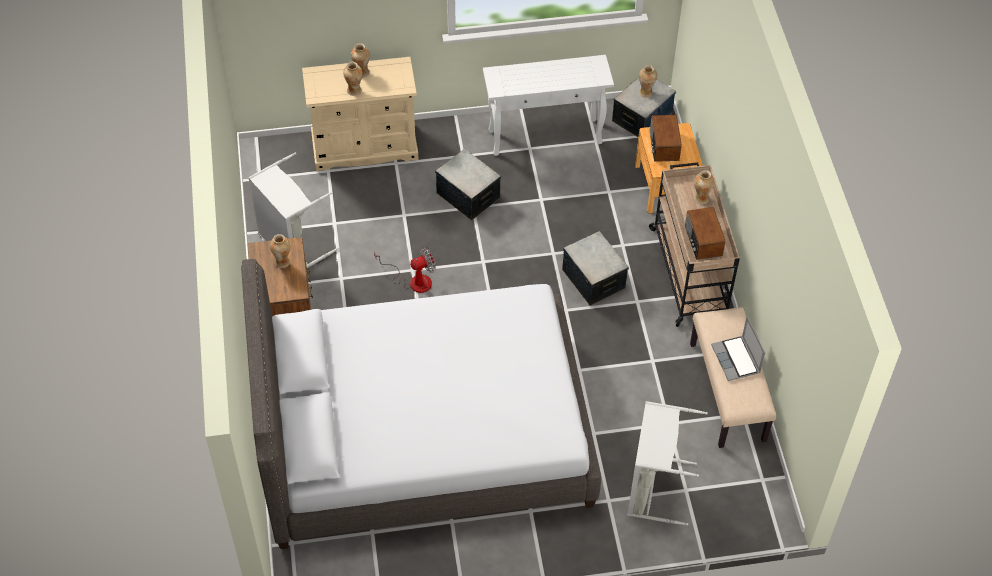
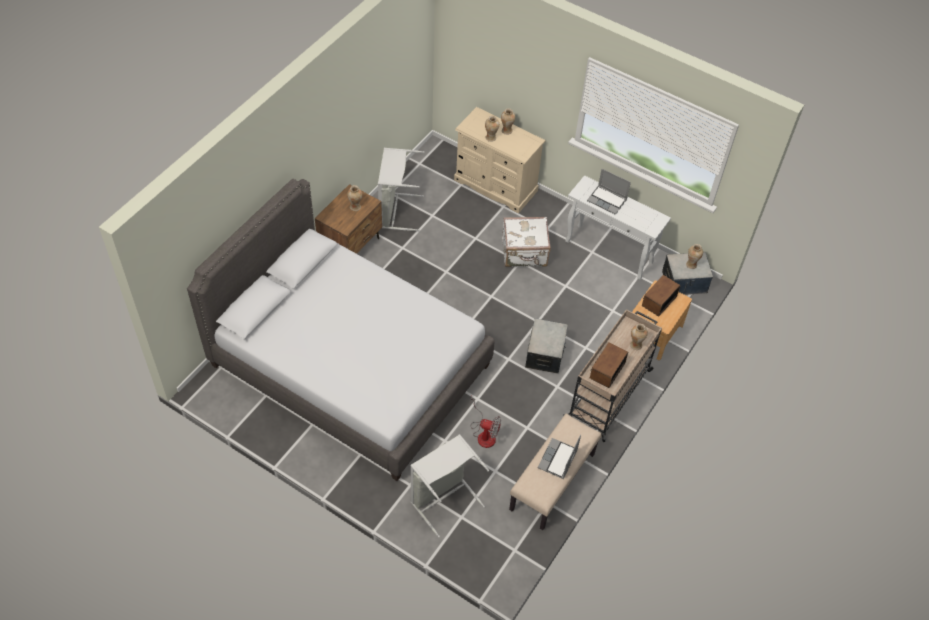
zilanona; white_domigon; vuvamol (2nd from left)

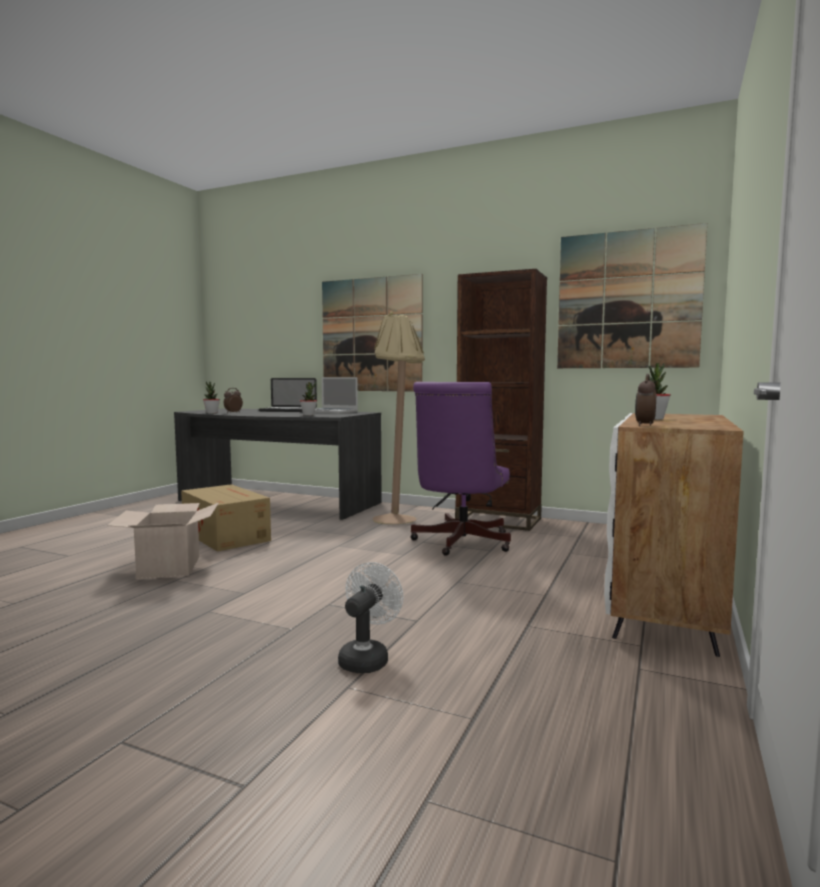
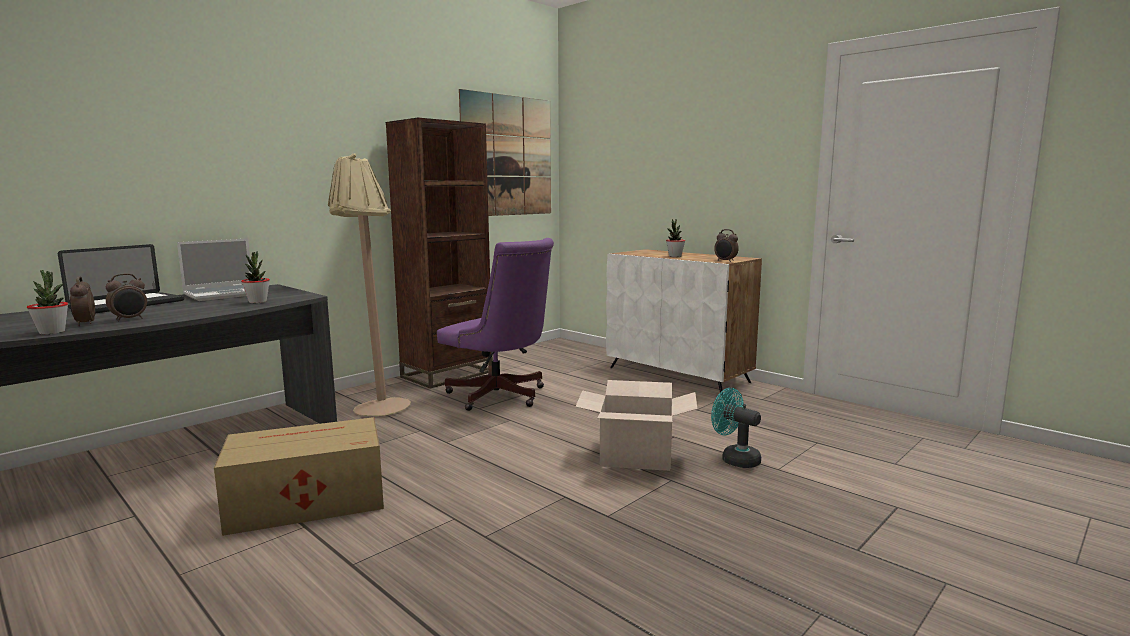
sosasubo (2nd from left); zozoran (2nd from left); turquoise_zilanona; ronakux (1st from left in the first image)

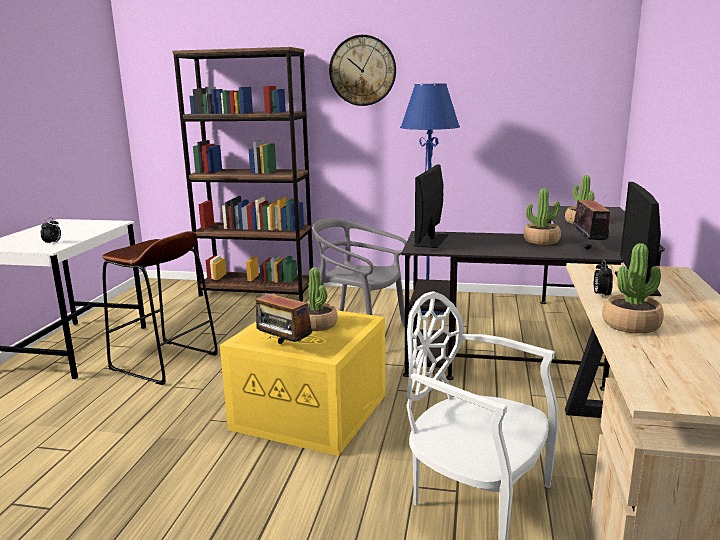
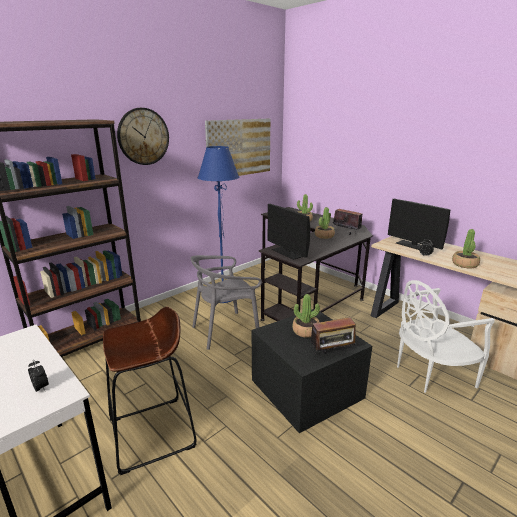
ronakux; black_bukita

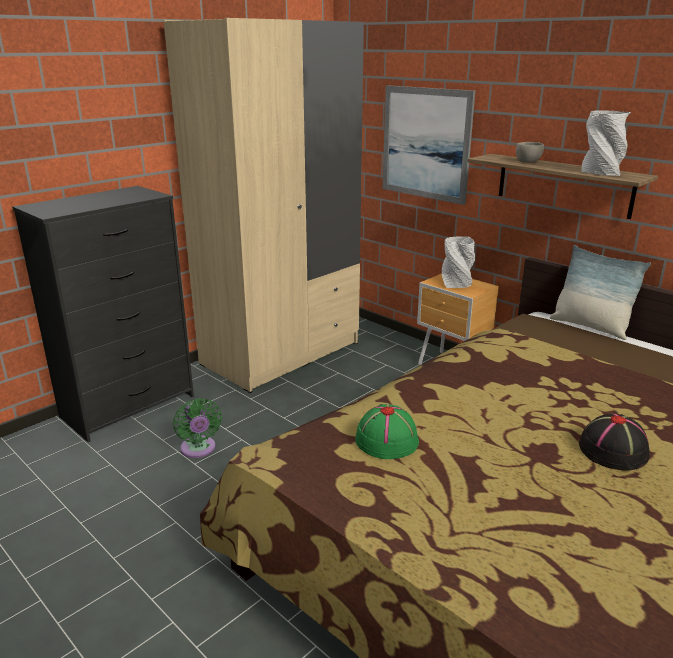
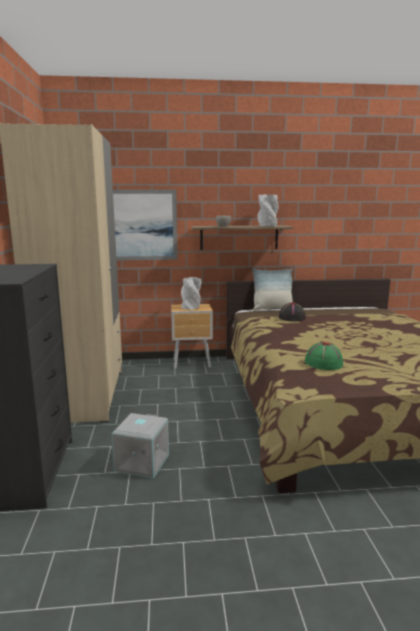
grey_bukita; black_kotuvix

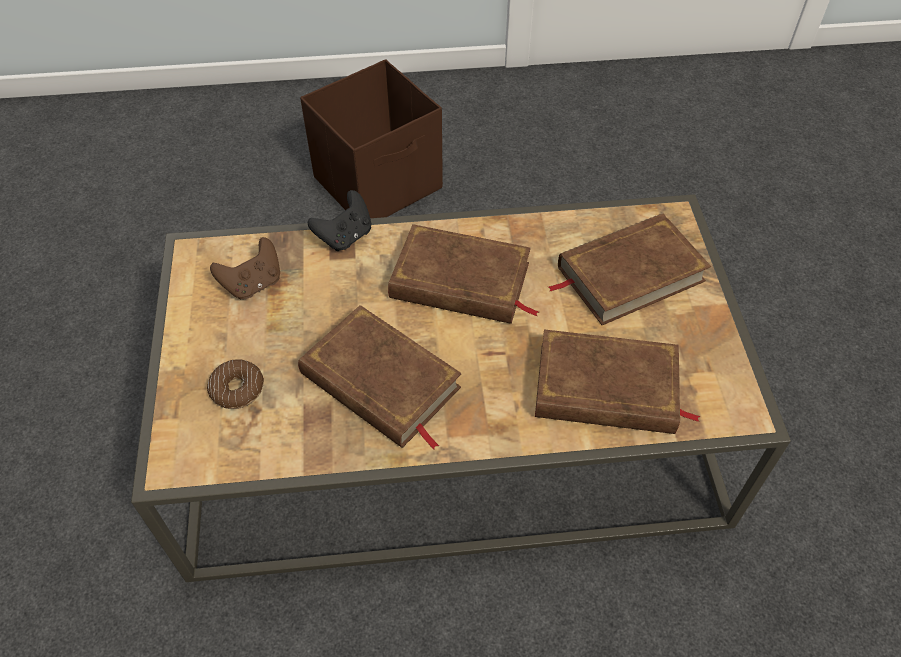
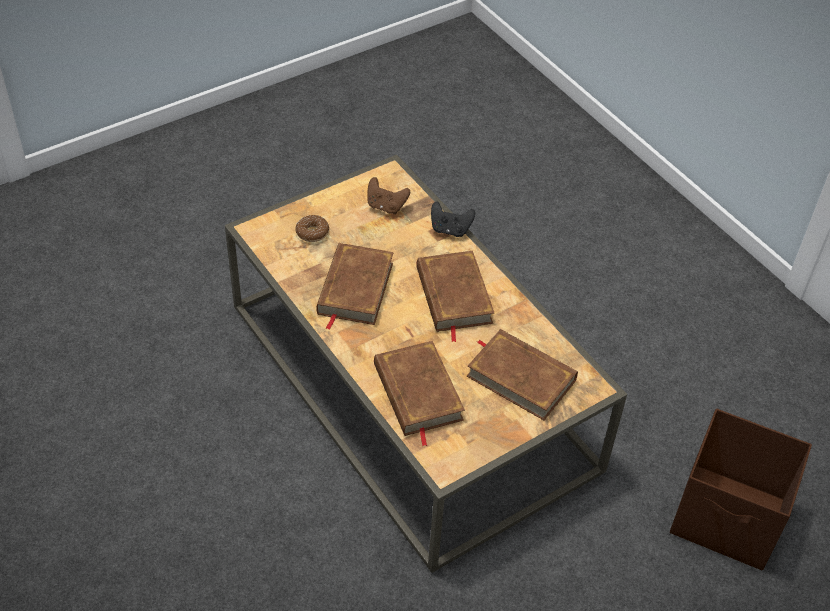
brown_bukita

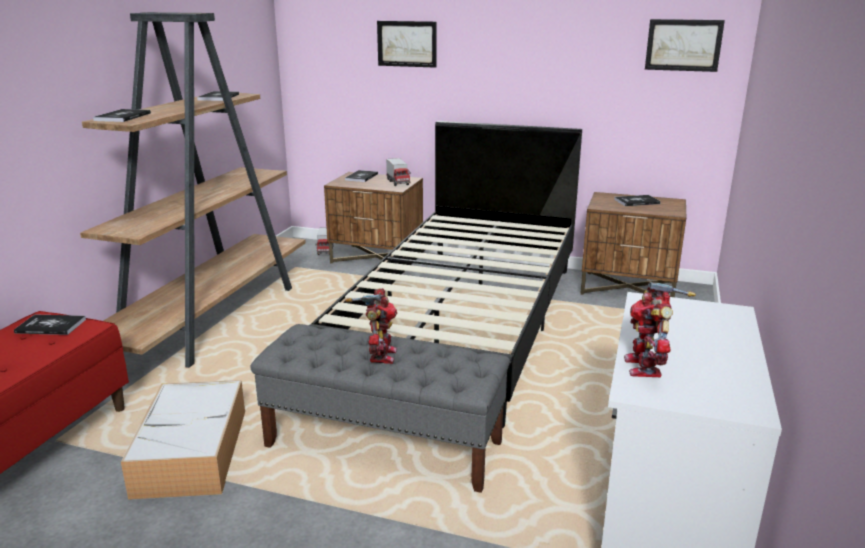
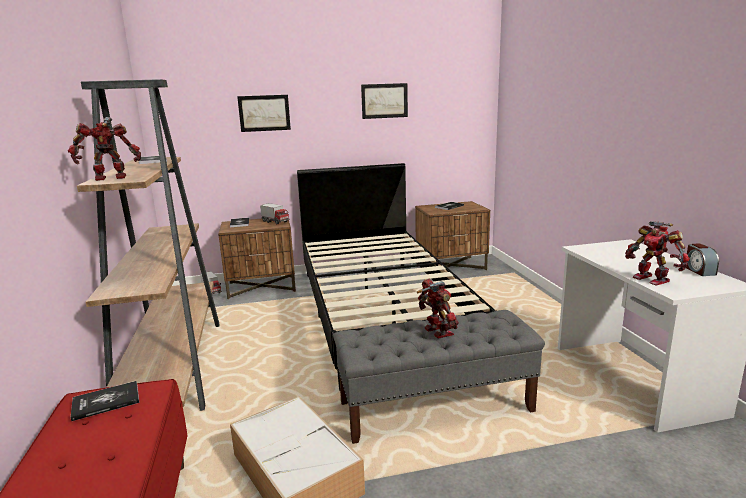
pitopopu (1st from left); ronakux (2nd from left); sosasubo

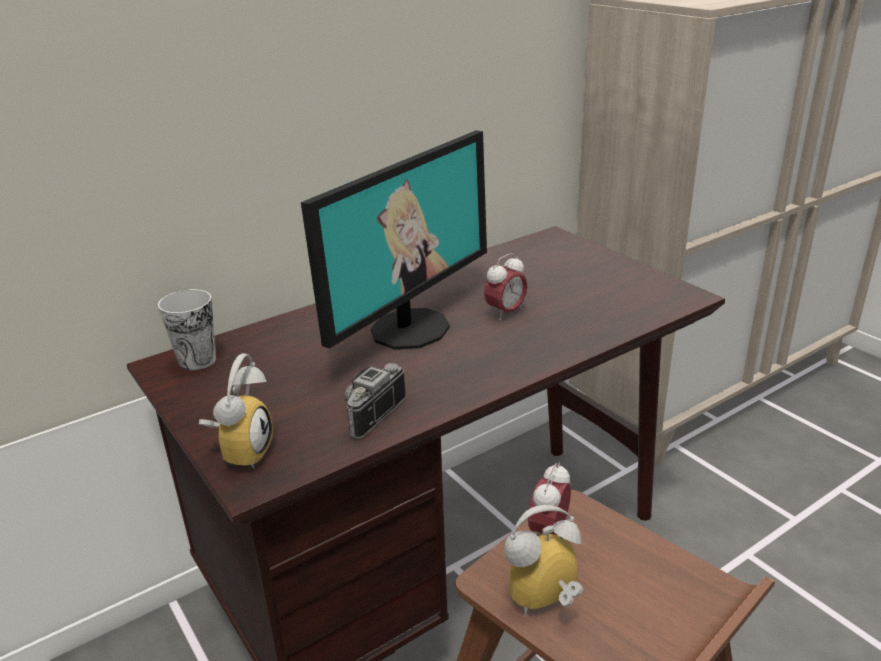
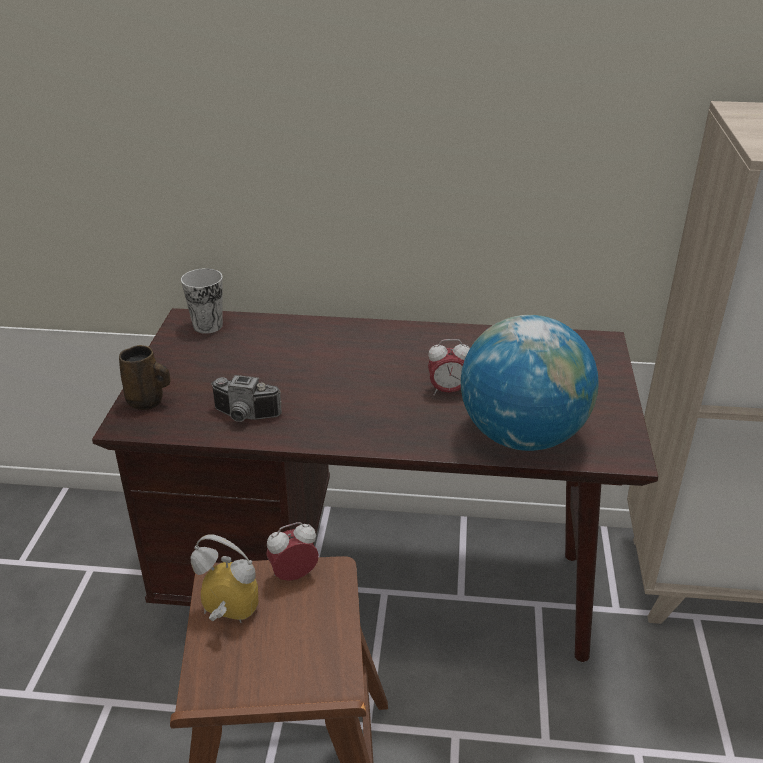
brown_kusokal; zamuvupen; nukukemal; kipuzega

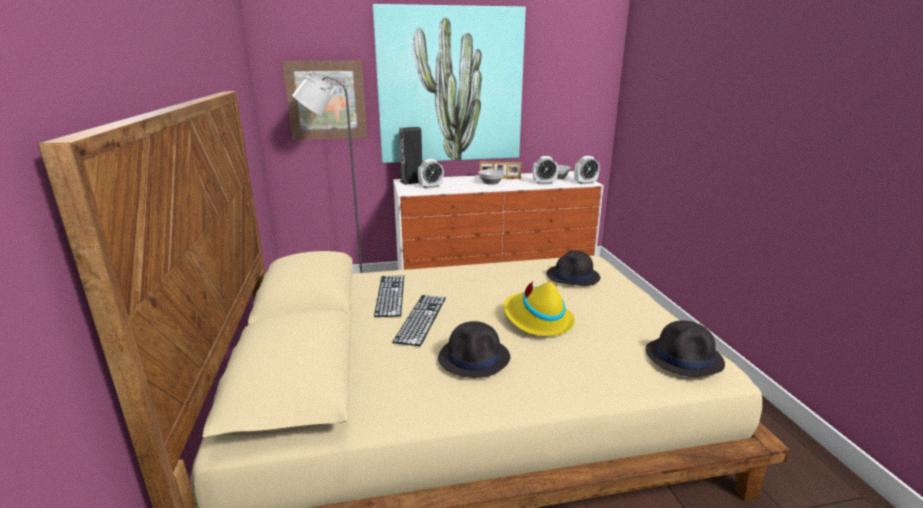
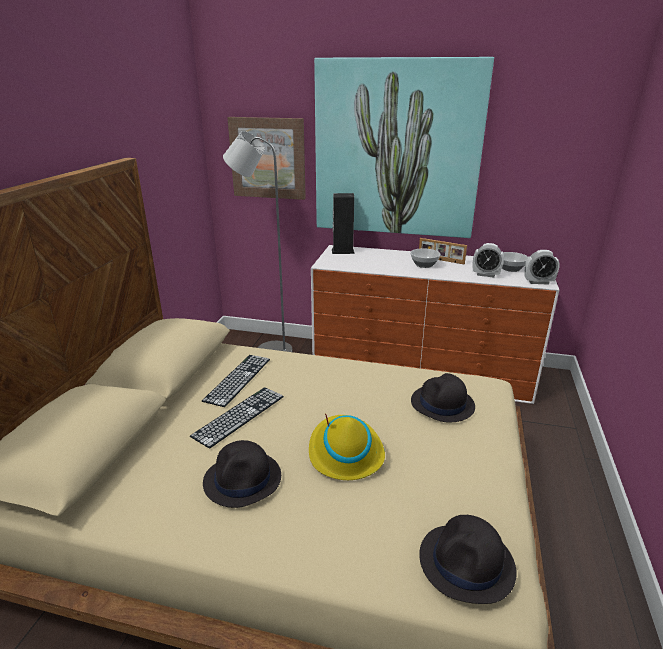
sosasubo (1st from left in the first image)

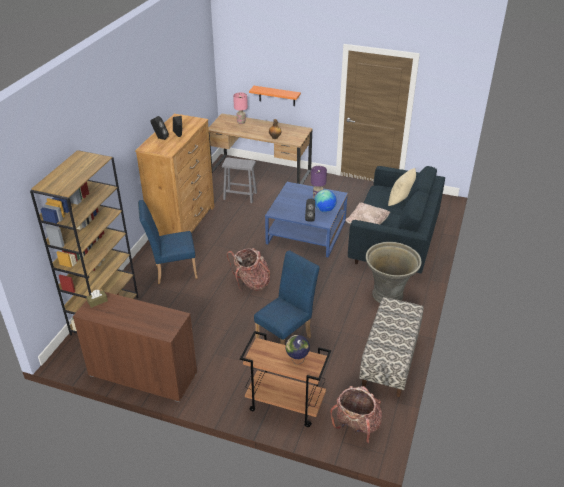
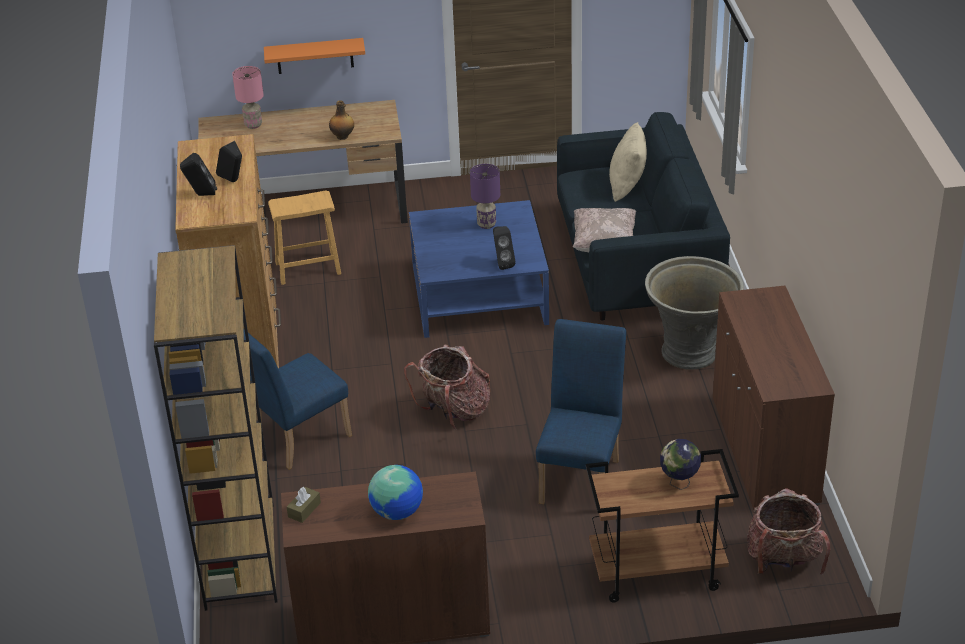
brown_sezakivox; nukukemal (1st from left); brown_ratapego (2nd from left)

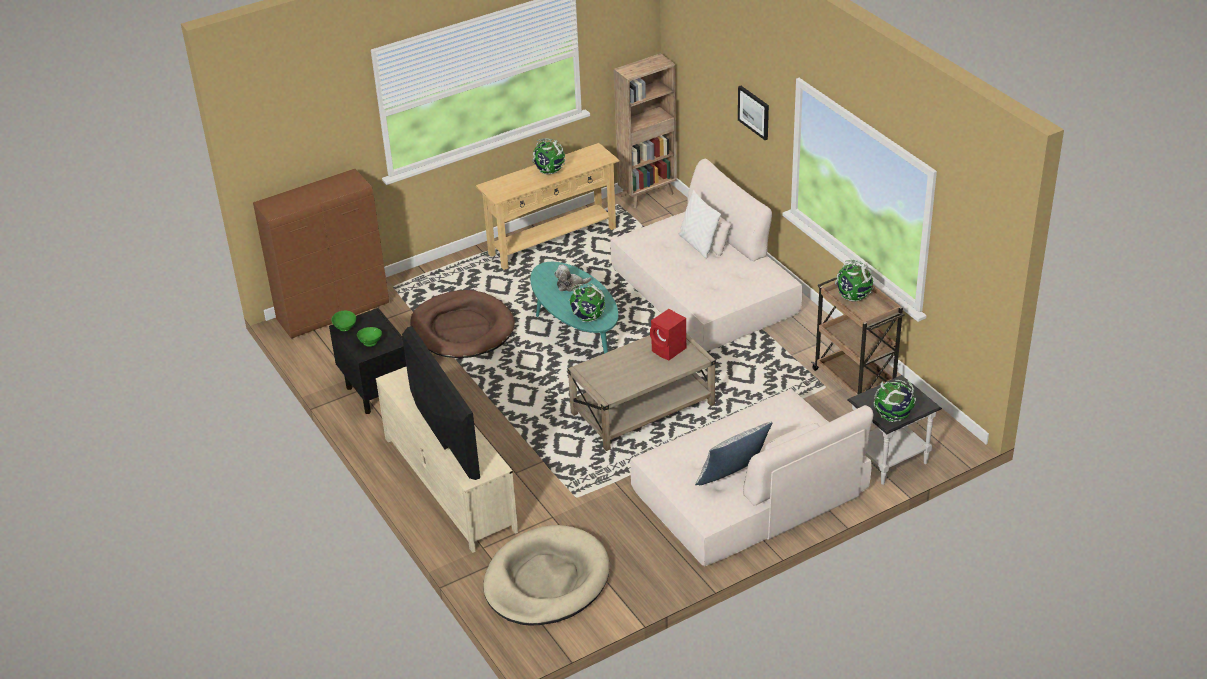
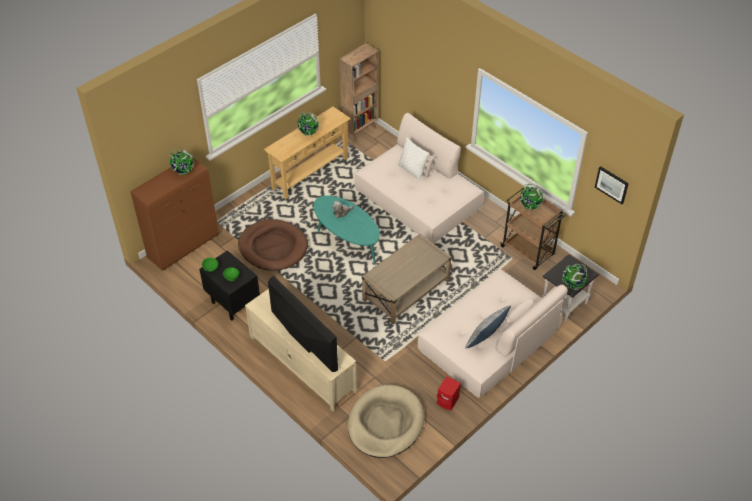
nukukemal (1st from left); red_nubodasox; ronakux

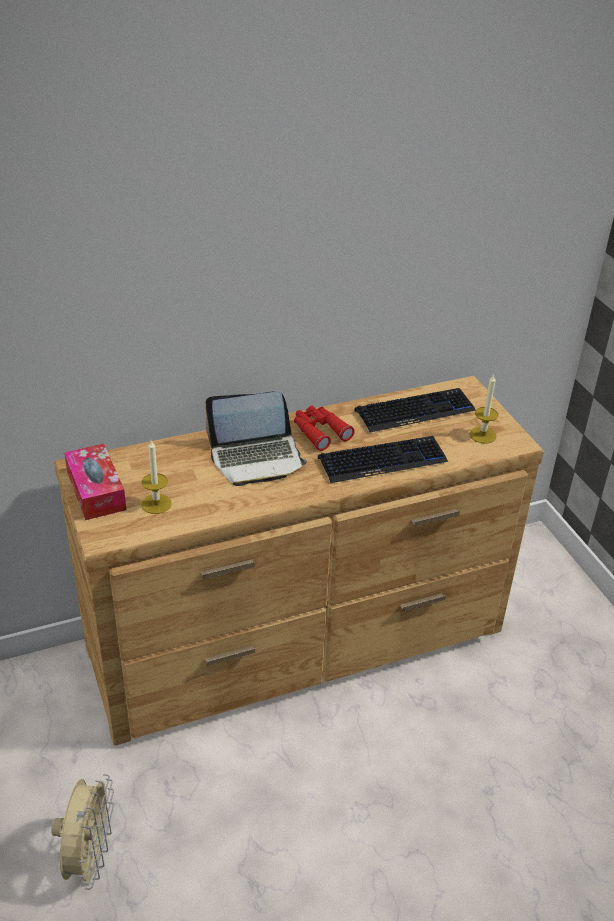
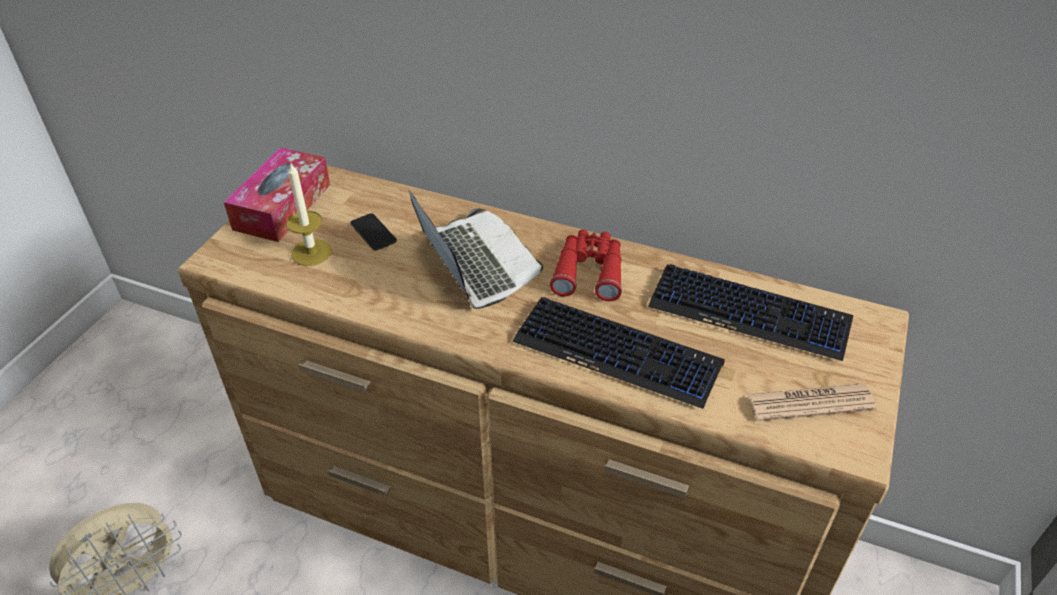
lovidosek; vuvamol; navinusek

